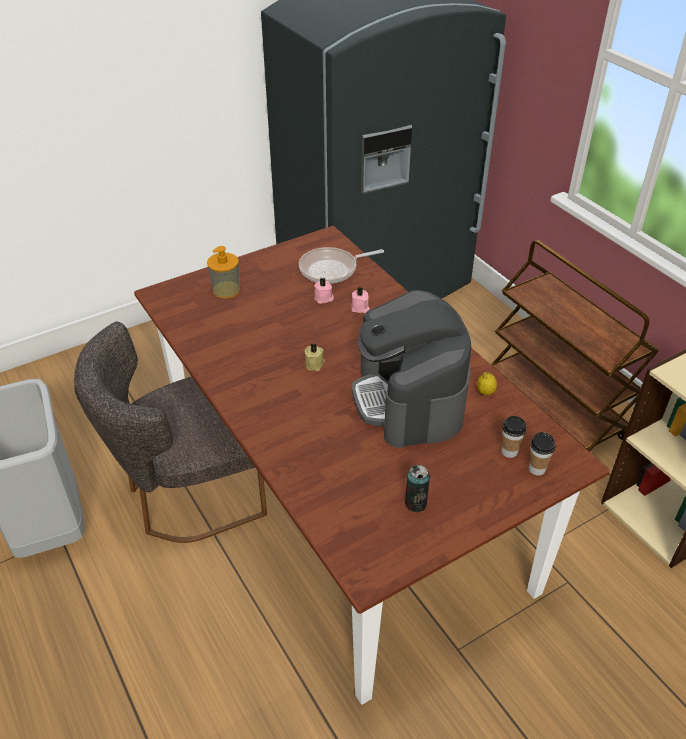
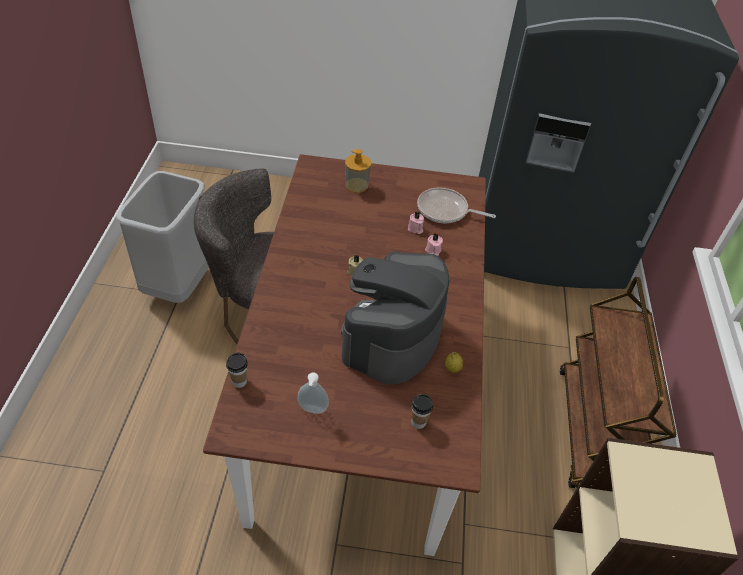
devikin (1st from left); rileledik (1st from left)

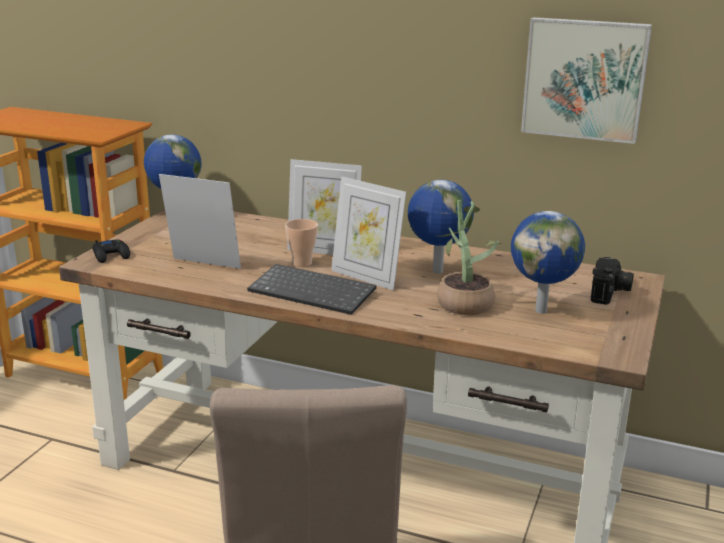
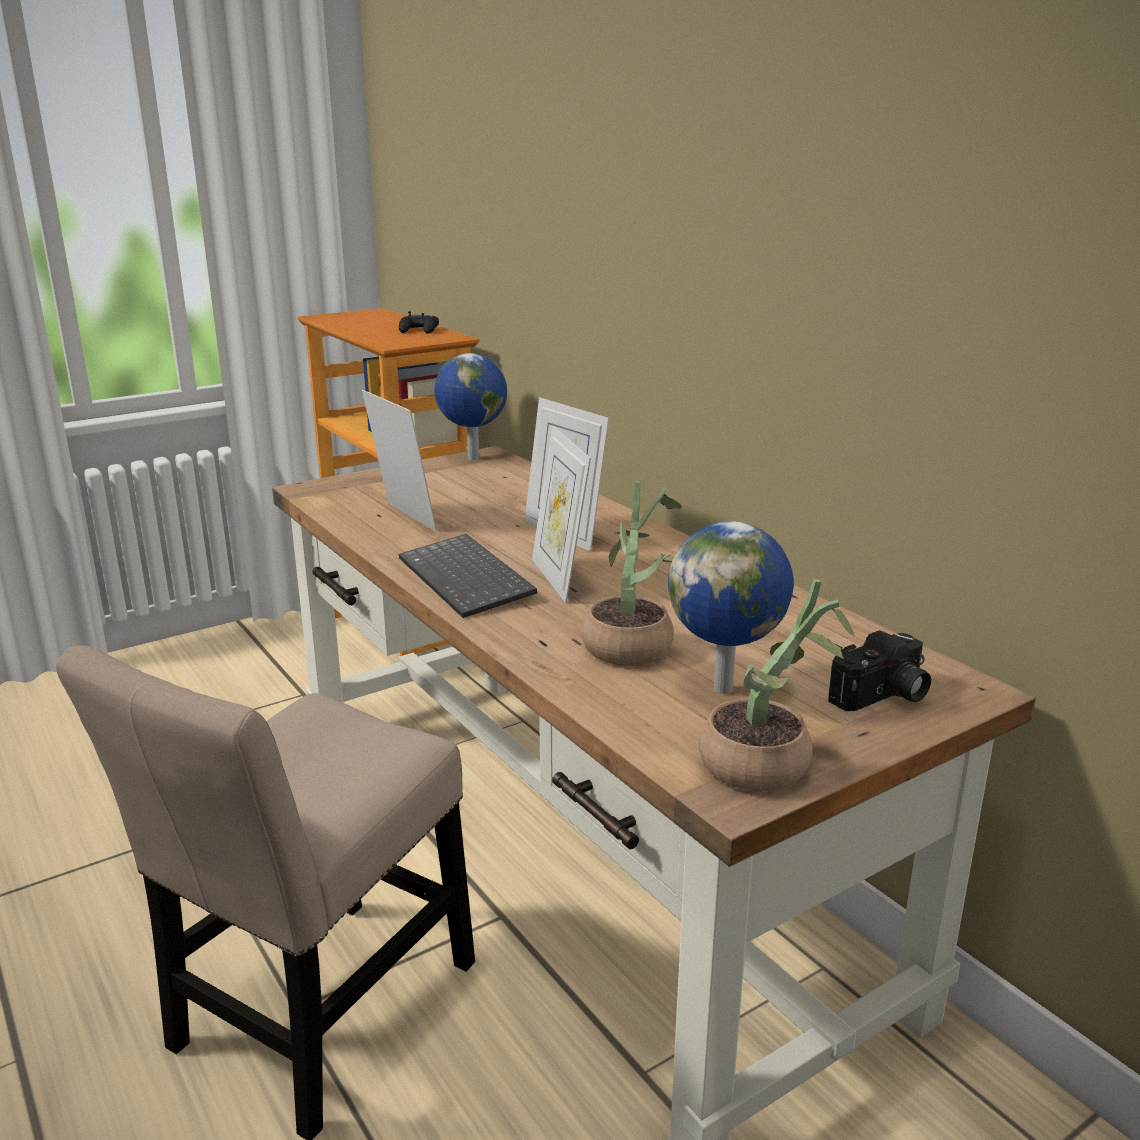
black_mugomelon; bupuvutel (2nd from left); devikin; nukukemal (2nd from left in the first image); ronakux

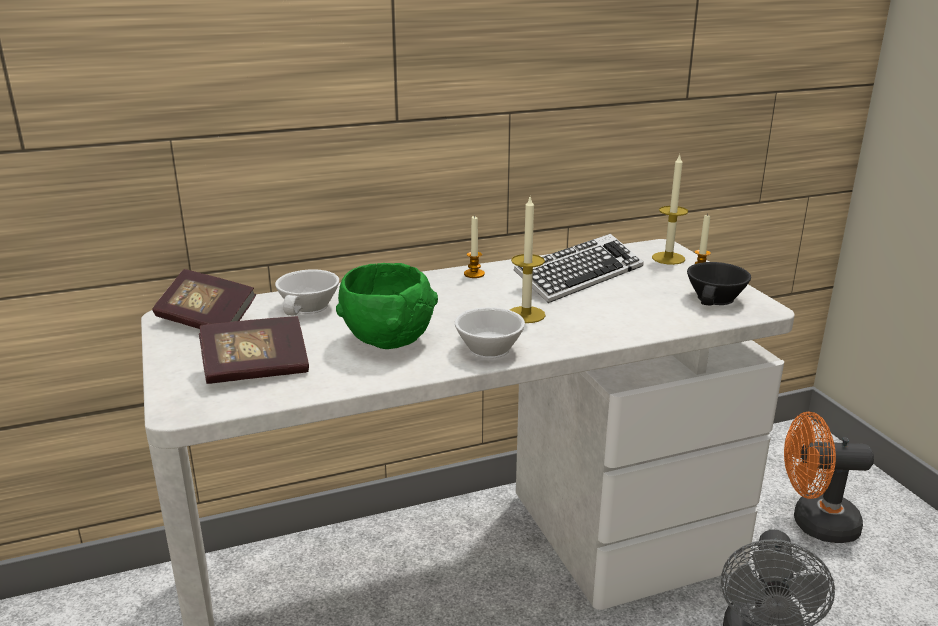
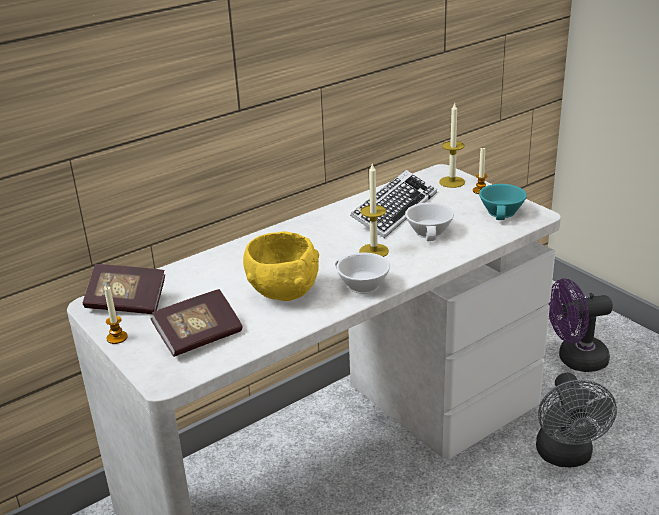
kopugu (1st from left); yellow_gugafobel; white_devikin (2nd from left); turquoise_devikin; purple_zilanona

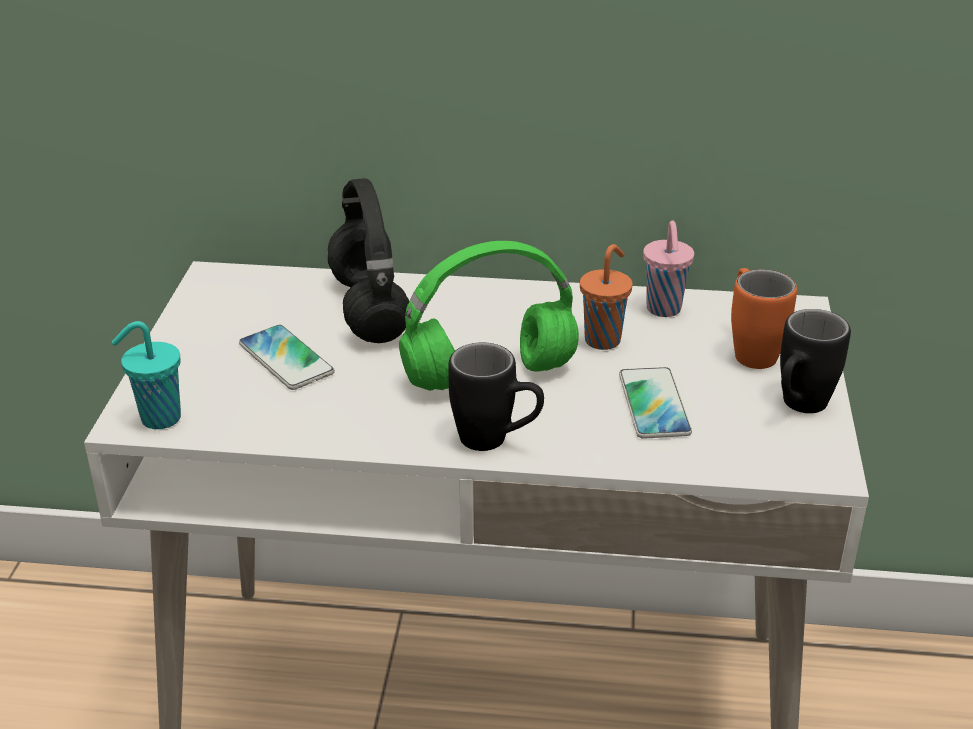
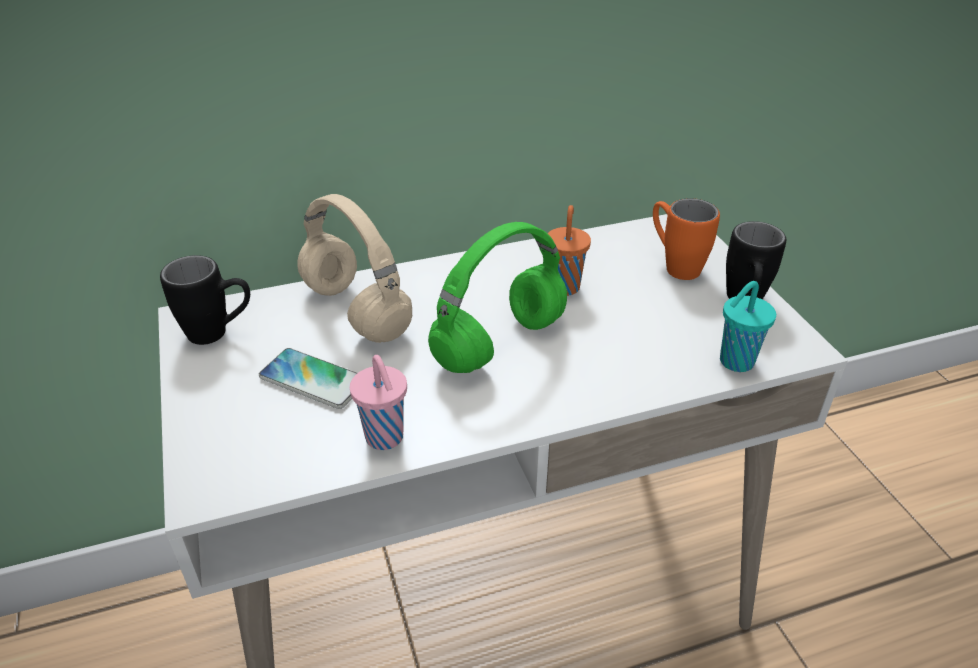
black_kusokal (1st from left); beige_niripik; pink_devikin; turquoise_devikin; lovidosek (2nd from left in the first image)

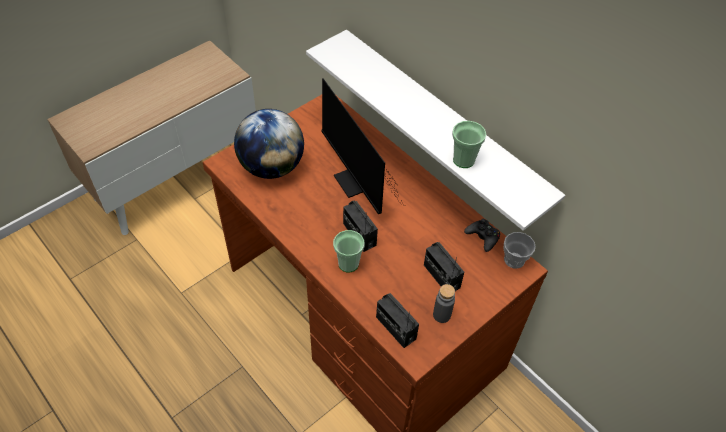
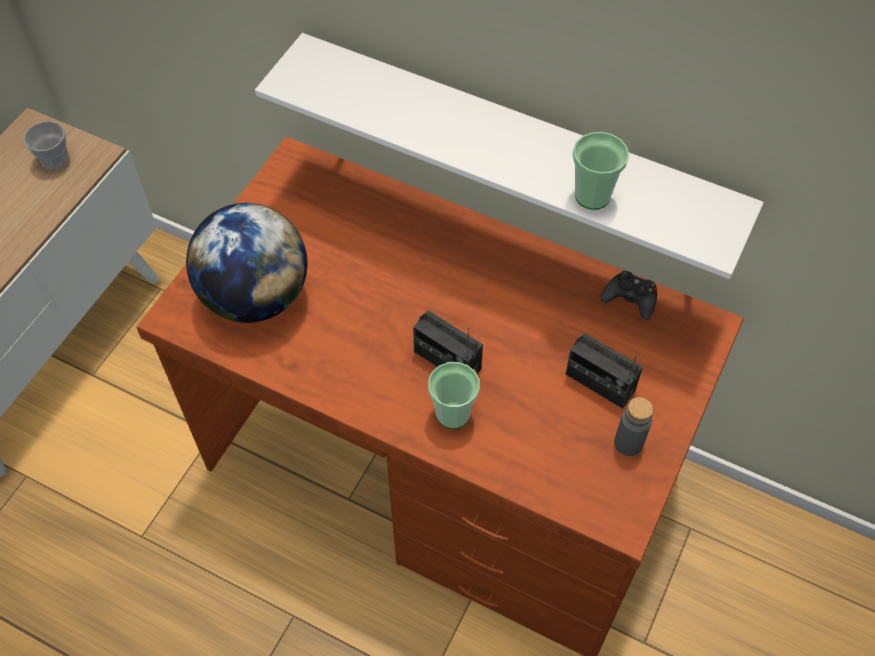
devikin (1st from left); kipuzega; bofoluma (2nd from left in the first image)

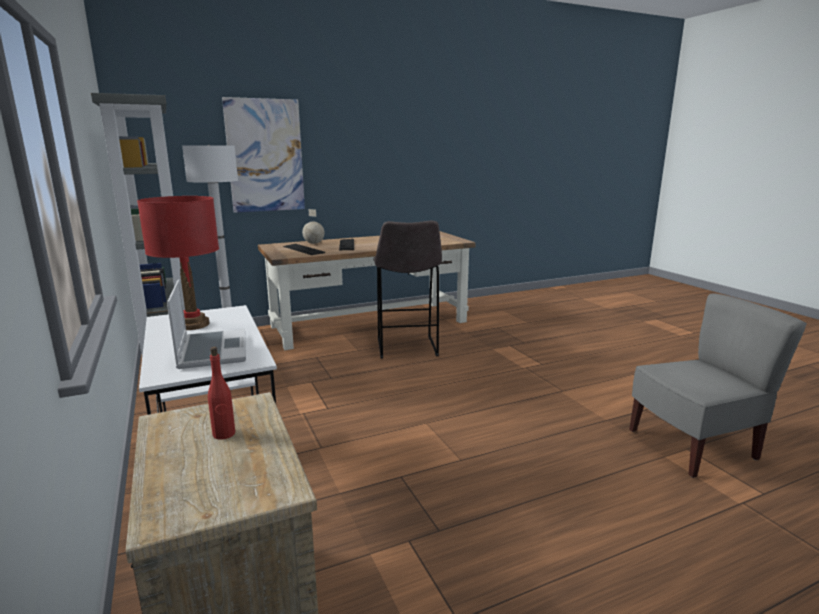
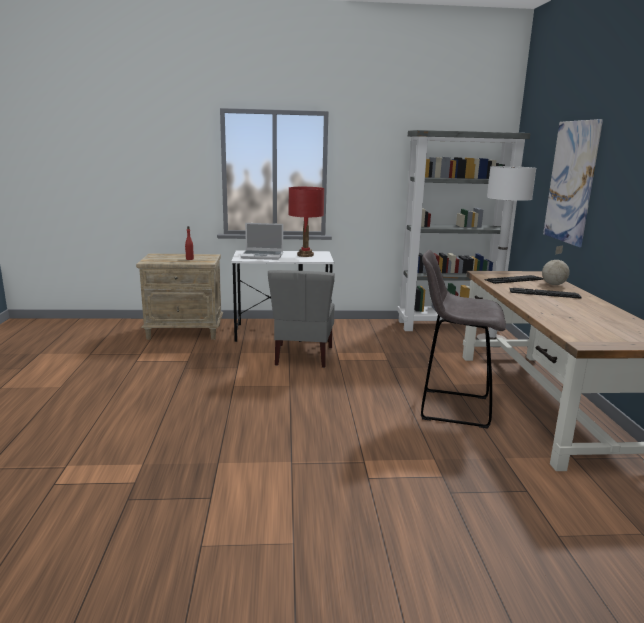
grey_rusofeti

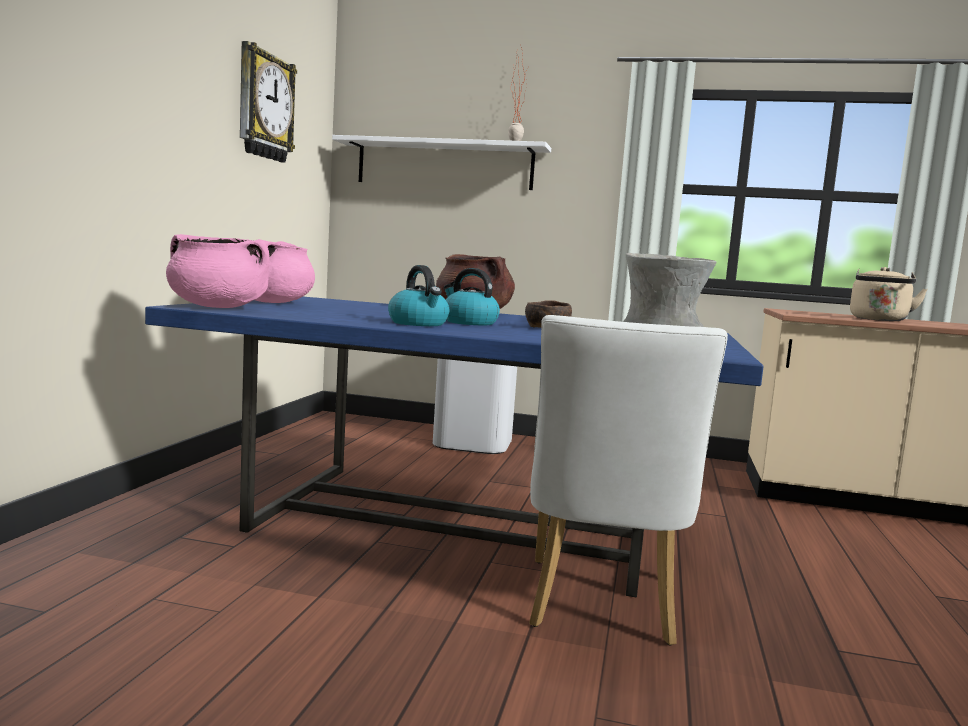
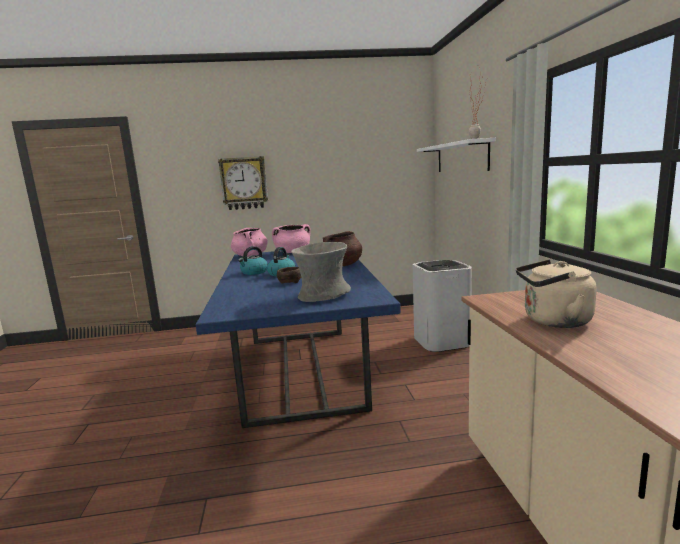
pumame; white_rusofeti

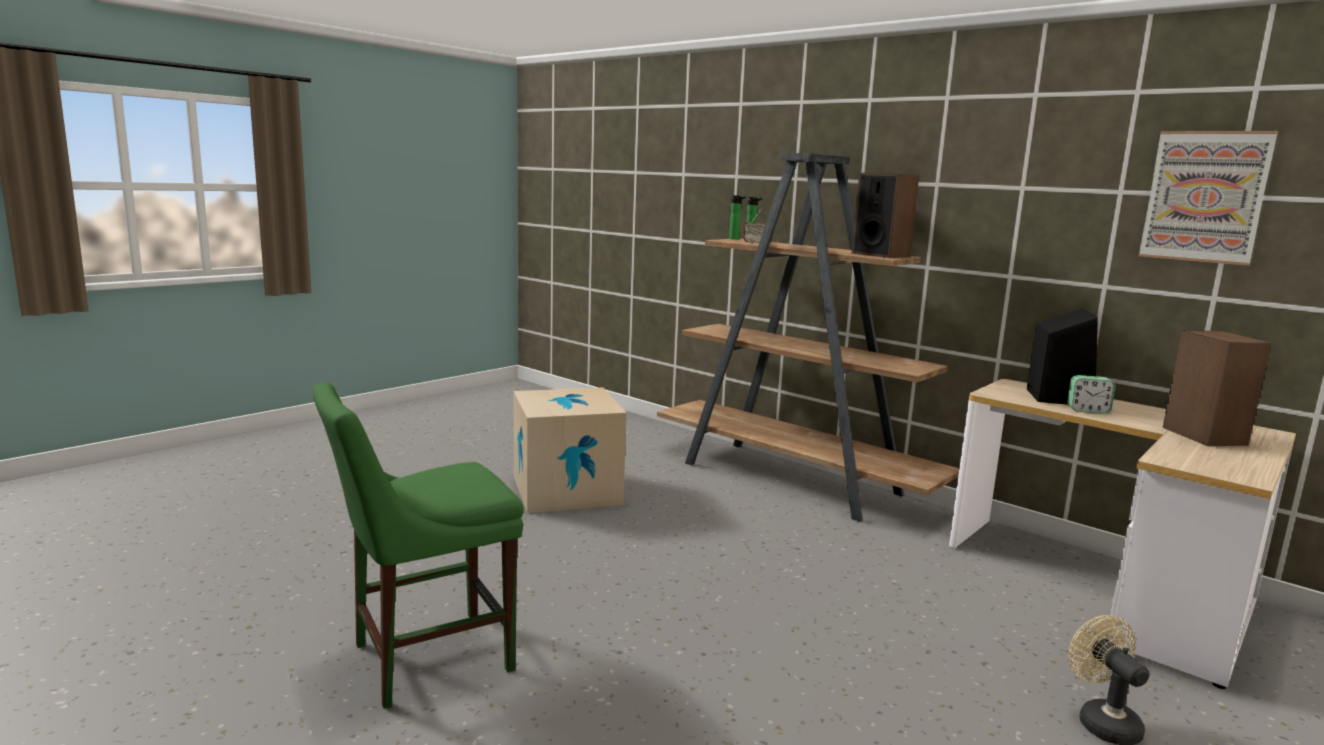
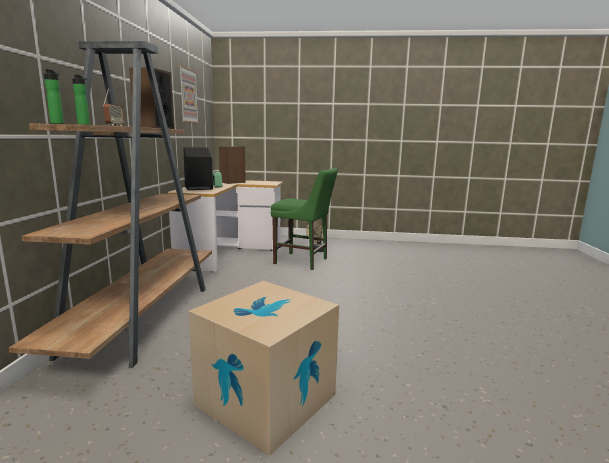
green_rusofeti

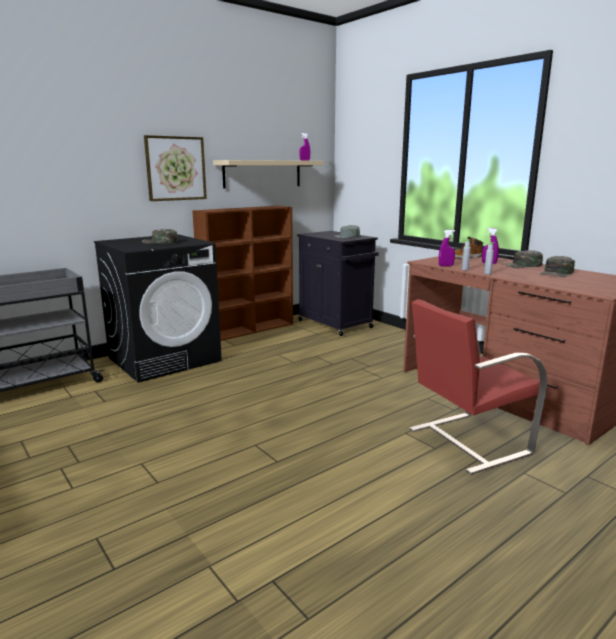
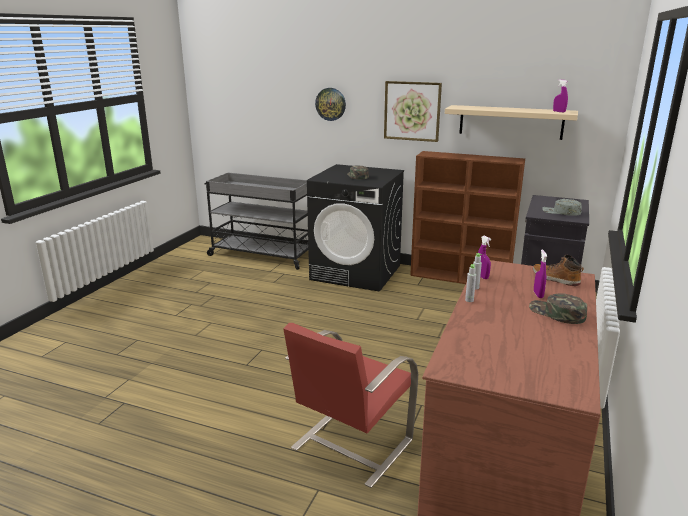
red_rusofeti; pumame; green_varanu (3rd from left in the first image)

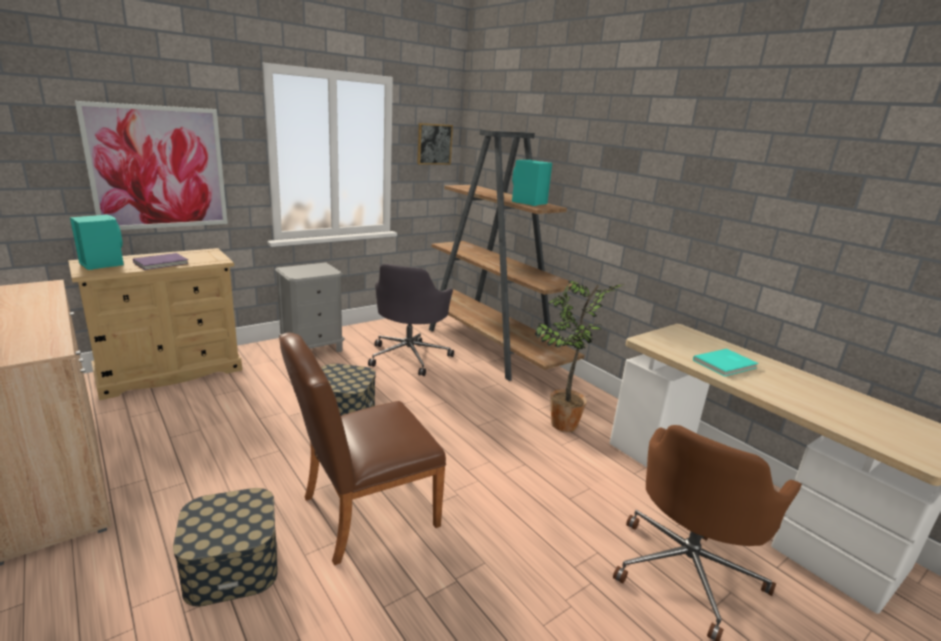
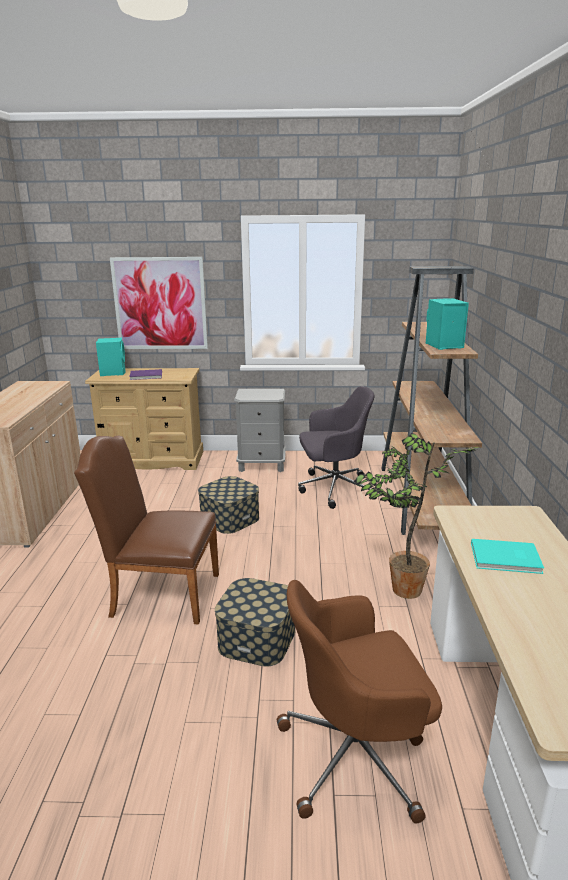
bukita (2nd from left); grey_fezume; ronakux (2nd from left in the first image)

